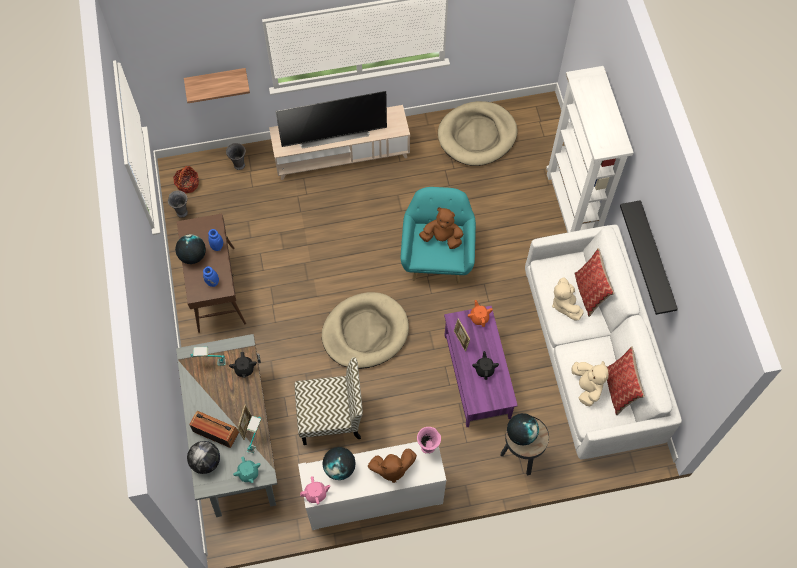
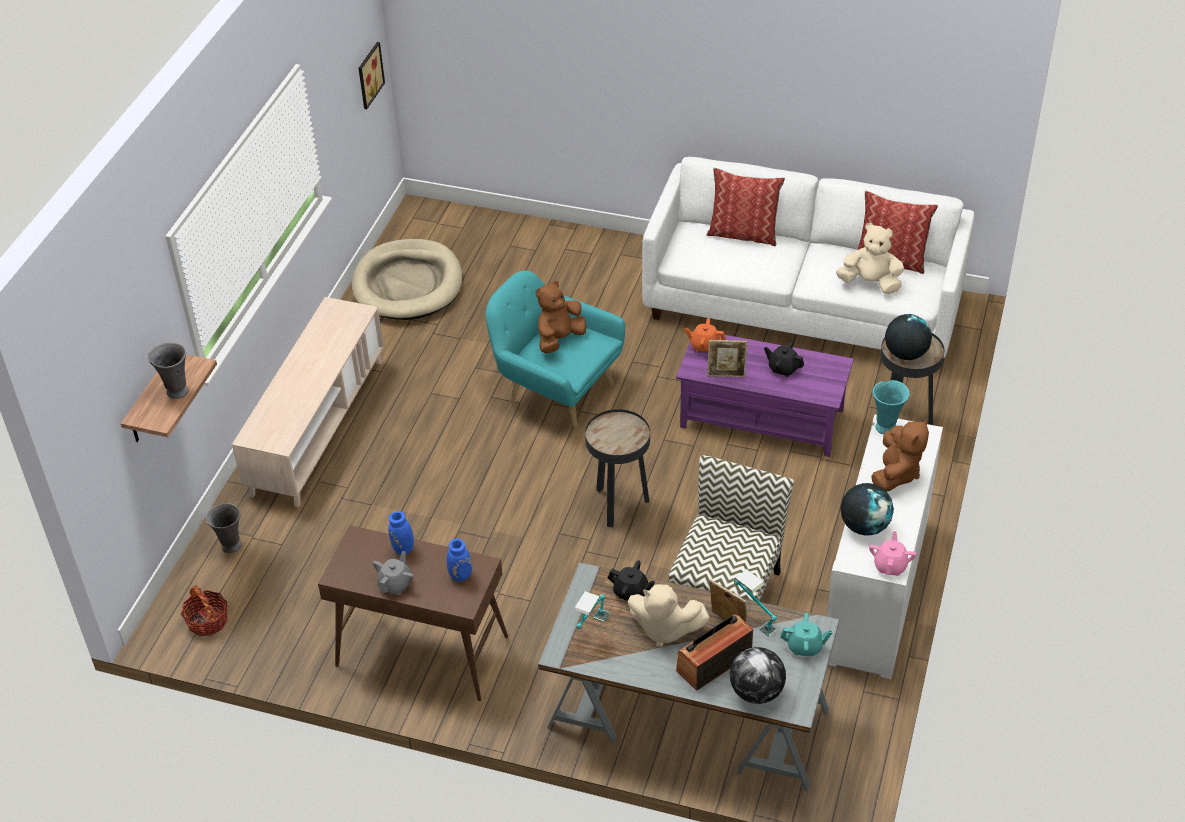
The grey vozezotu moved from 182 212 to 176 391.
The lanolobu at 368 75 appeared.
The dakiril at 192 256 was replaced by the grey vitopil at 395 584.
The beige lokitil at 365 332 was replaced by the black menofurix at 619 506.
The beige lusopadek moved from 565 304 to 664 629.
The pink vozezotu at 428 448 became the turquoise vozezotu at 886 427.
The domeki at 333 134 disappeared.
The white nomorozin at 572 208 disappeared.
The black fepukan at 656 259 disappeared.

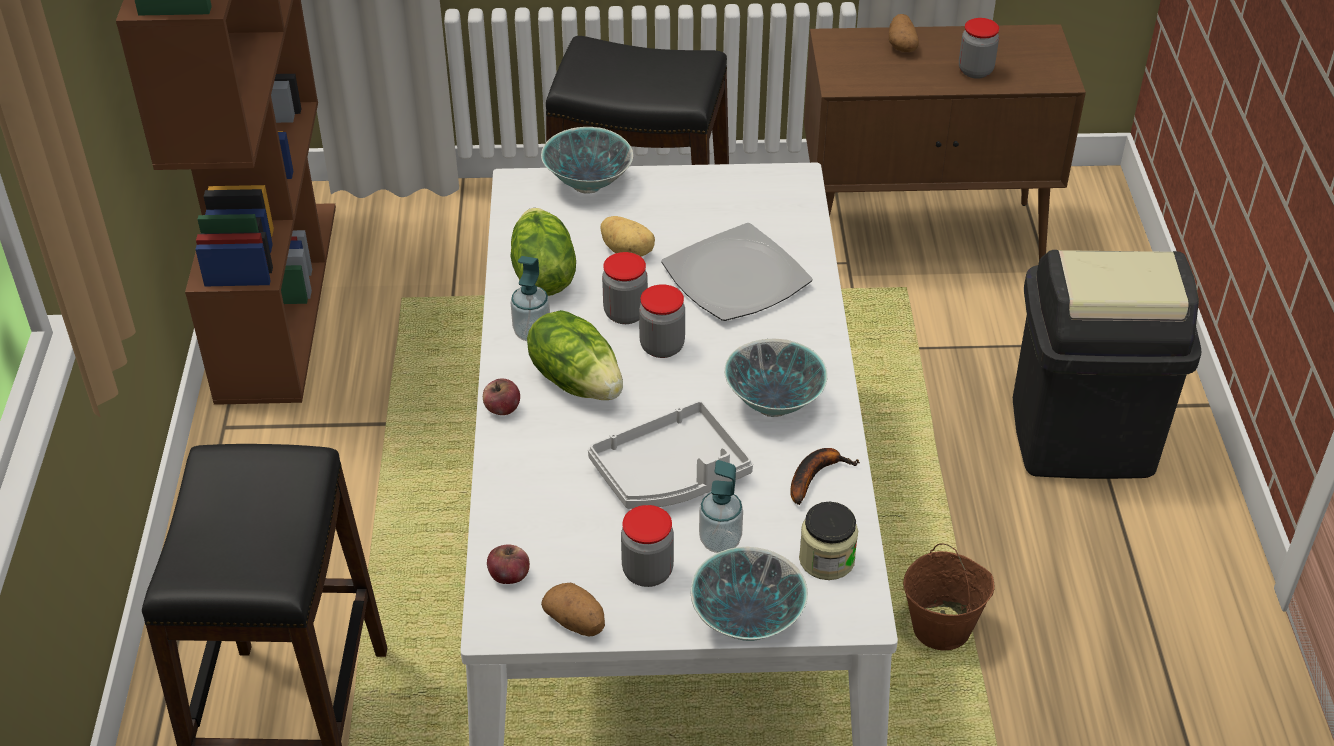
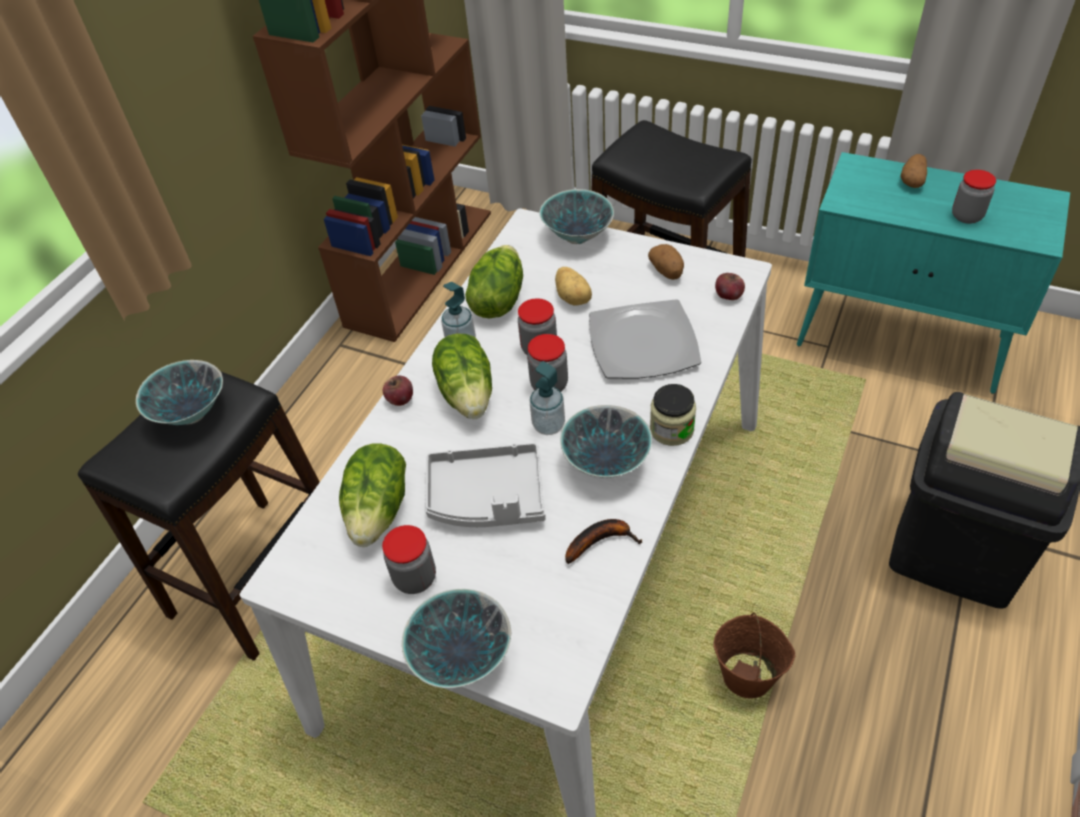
The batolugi at 191 414 appeared.
The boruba at 380 510 appeared.
The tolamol moved from 720 541 to 548 425.
The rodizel moved from 576 622 to 667 271.
The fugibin moved from 826 559 to 671 429.
The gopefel moved from 509 576 to 728 296.
The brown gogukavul at 923 236 became the turquoise gogukavul at 902 341.

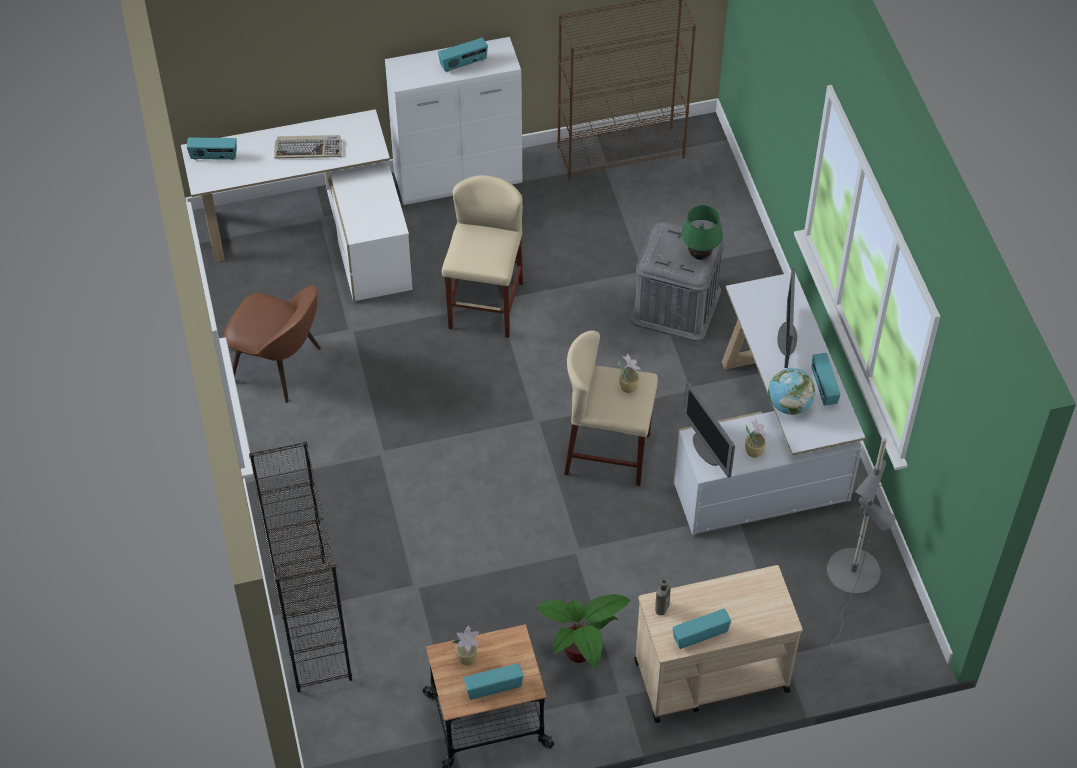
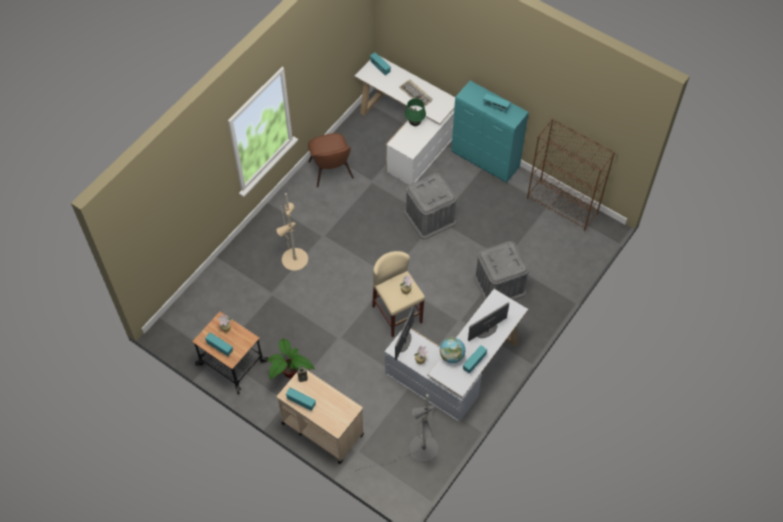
The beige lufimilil at 293 254 appeared.
The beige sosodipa at 485 305 was replaced by the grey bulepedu at 430 217.
The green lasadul moved from 700 255 to 415 123.
The white gogukavul at 459 179 became the turquoise gogukavul at 485 160.
The black nomorozin at 311 624 disappeared.

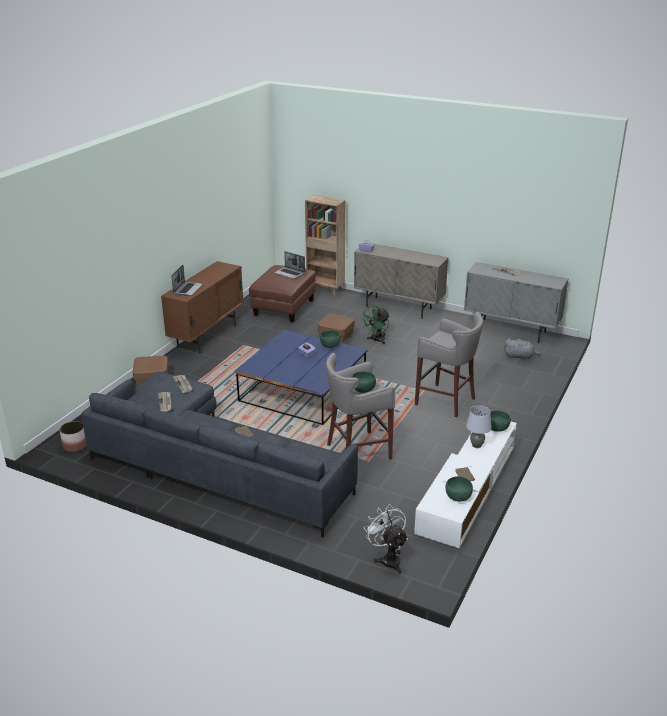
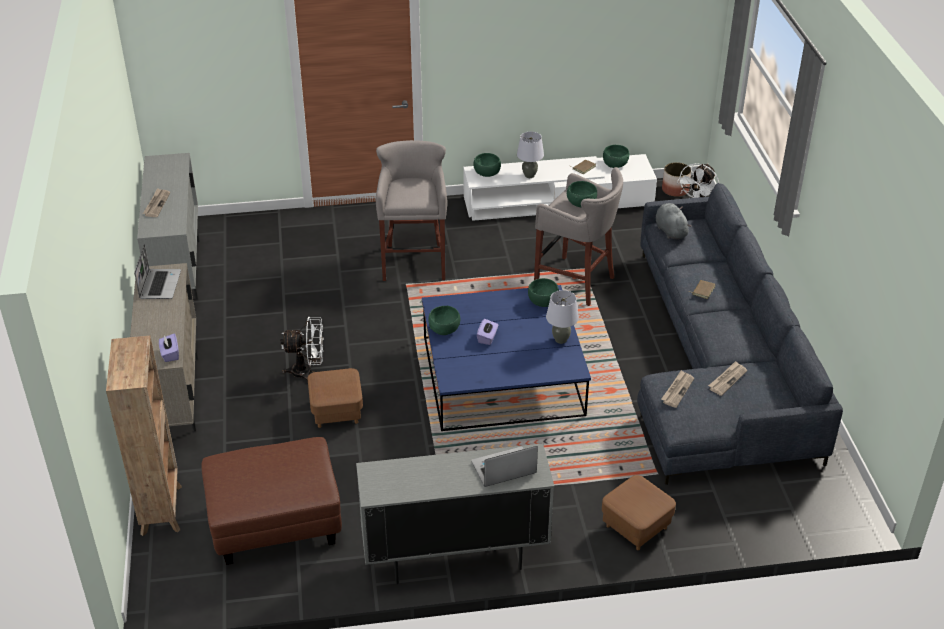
The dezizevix moved from 290 273 to 159 285.
The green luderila at 376 340 became the white luderila at 307 372.
The brown gogukavul at 207 336 became the grey gogukavul at 454 557.
The green batolugi at 543 302 appeared.
The grey lasadul at 561 339 appeared.
The grey lusopadek moved from 519 356 to 670 230.
The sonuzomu moved from 75 446 to 675 190.

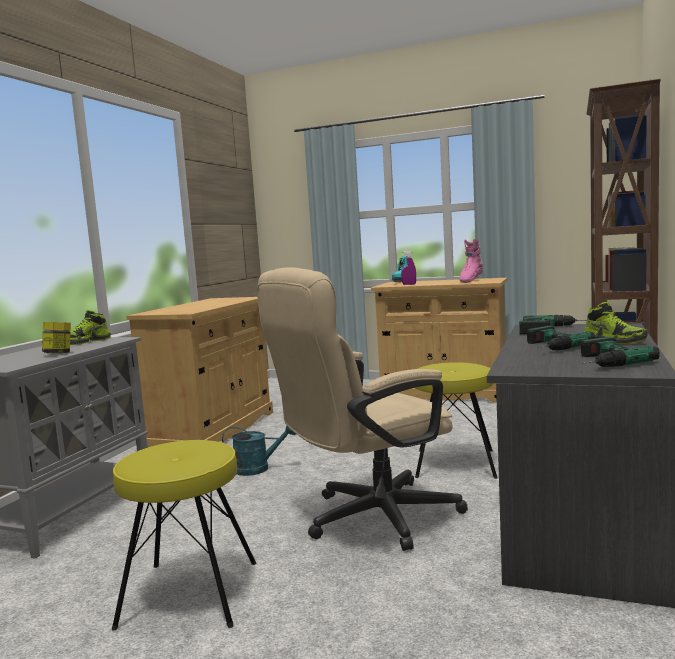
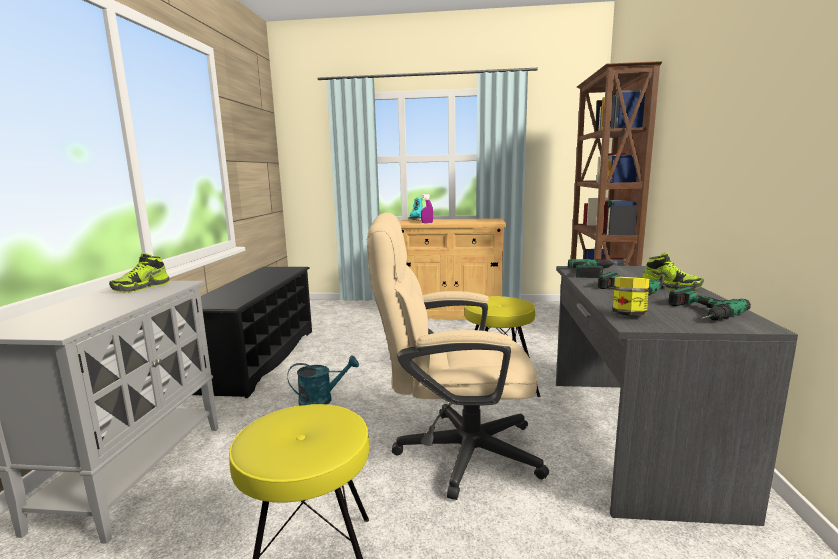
The beige gogukavul at 214 430 was replaced by the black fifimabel at 260 358.
The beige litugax at 368 519 turned 45 degrees clockwise.
The fugibin moved from 58 354 to 629 315.
The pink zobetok at 470 281 disappeared.

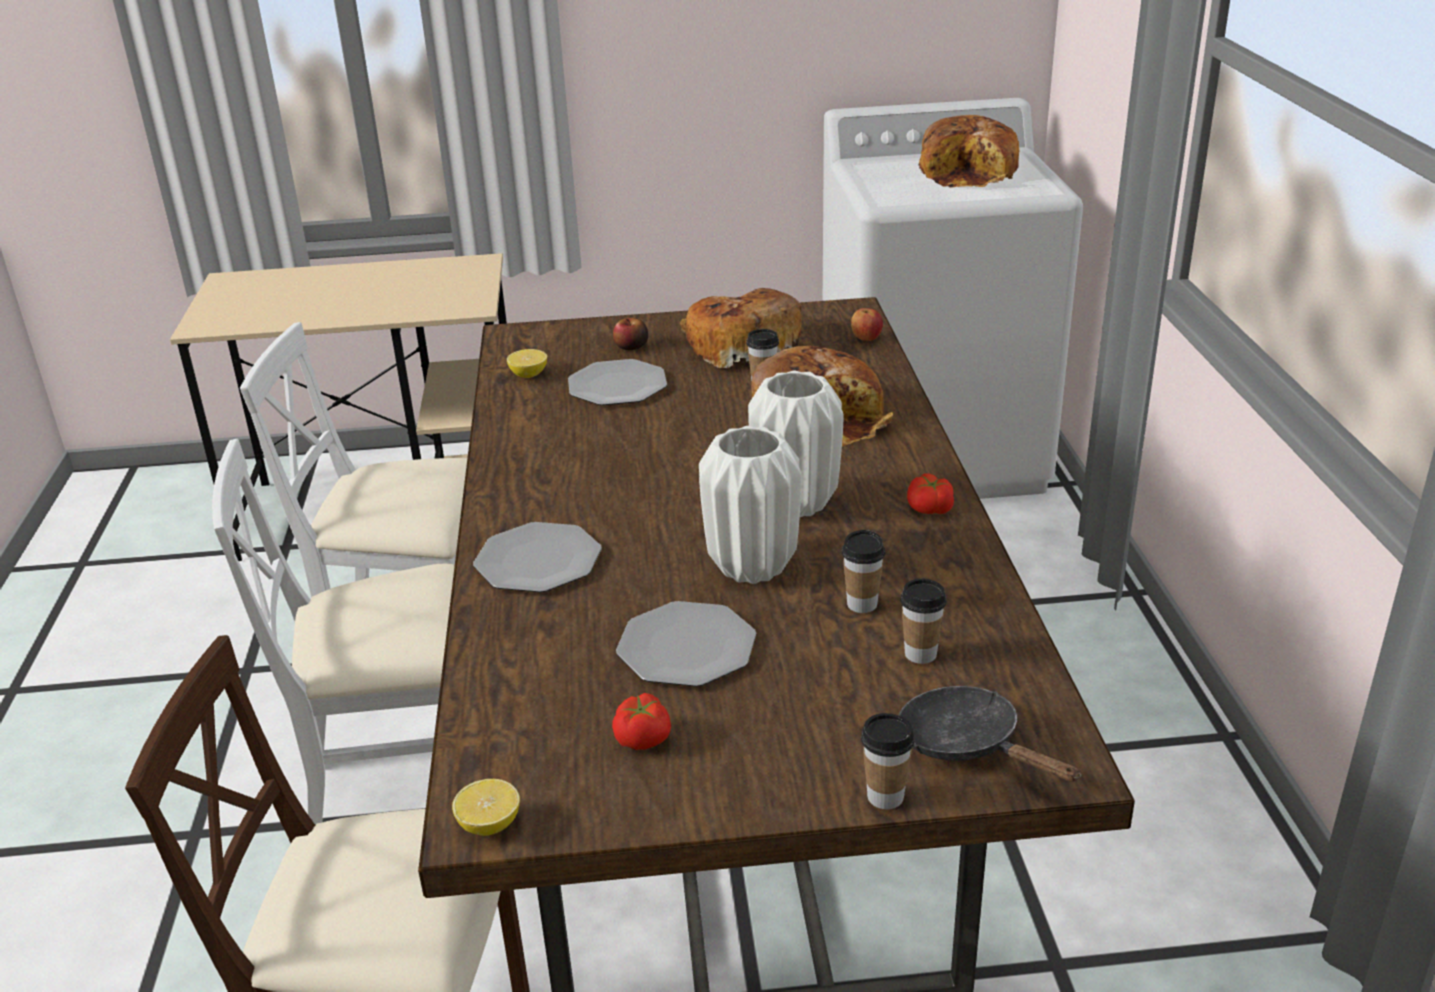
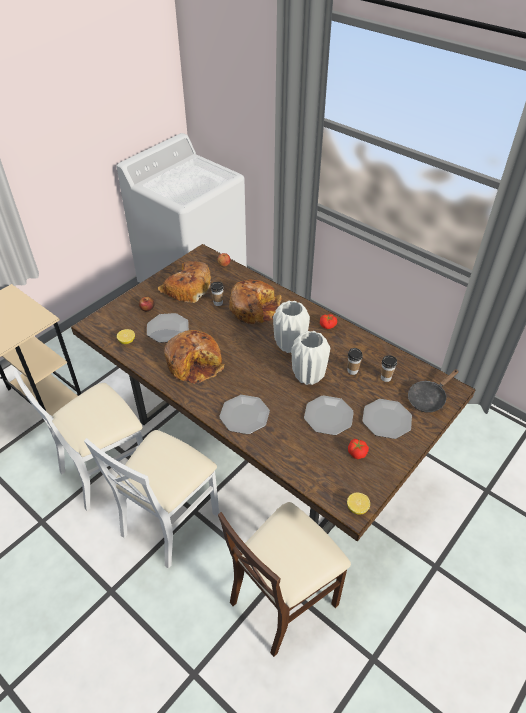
The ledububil moved from 970 173 to 195 363.
The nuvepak at 386 419 appeared.
The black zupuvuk at 968 745 turned 45 degrees counterclockwise.
The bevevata at 885 796 disappeared.

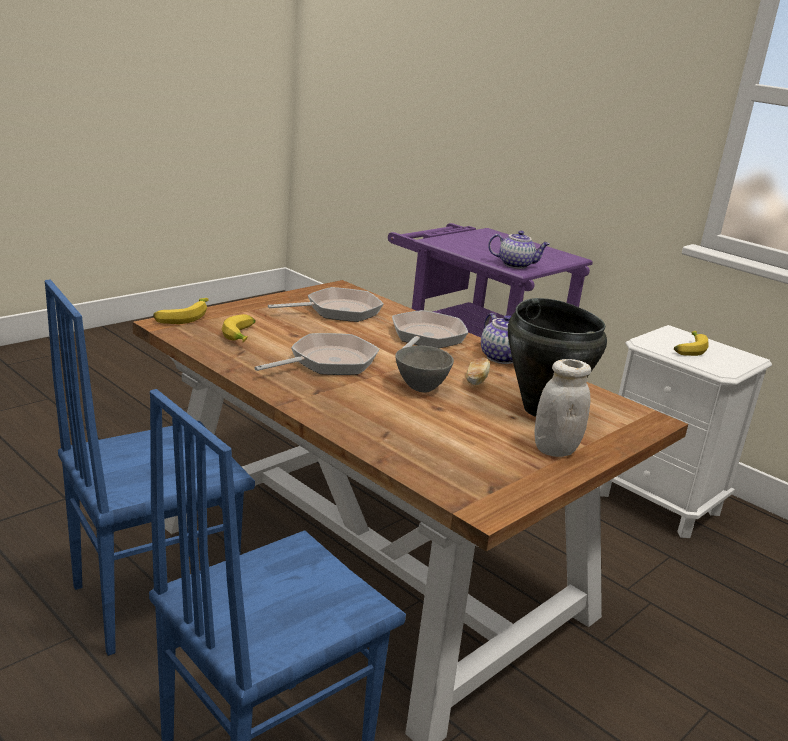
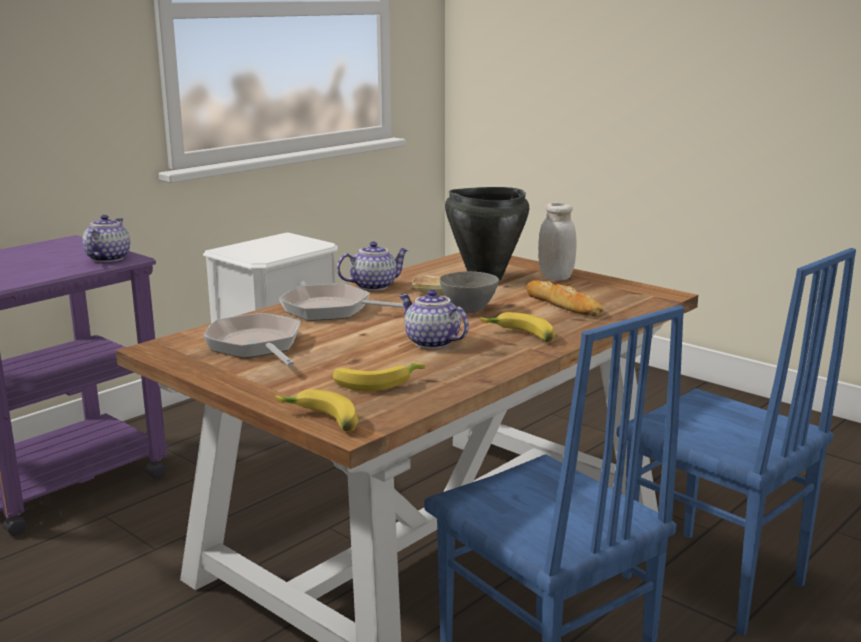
The zupuvuk at 328 362 was replaced by the vitopil at 431 343.
The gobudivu moved from 688 349 to 519 336.
The ledububil at 563 304 appeared.

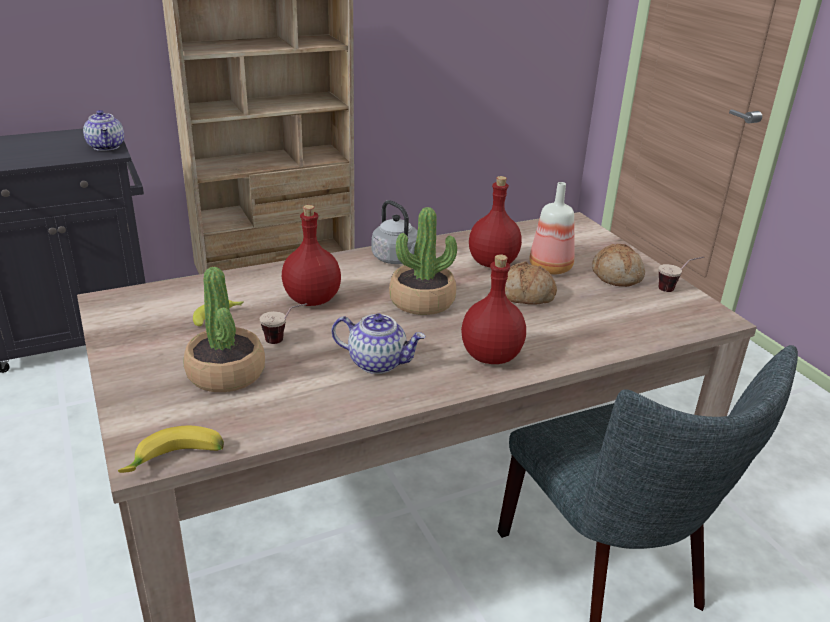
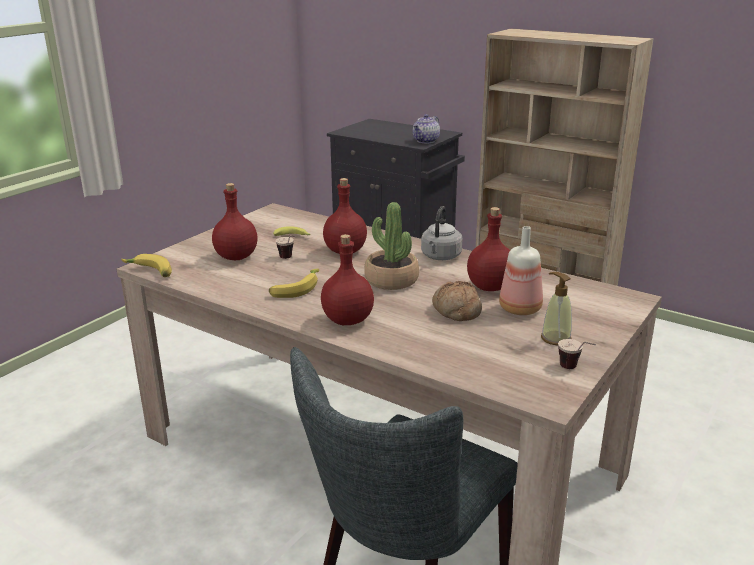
The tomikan at 226 373 was replaced by the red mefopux at 237 257.
The vitopil at 378 362 was replaced by the gobudivu at 295 289.
The ledububil at 617 275 was replaced by the tolamol at 555 338.

